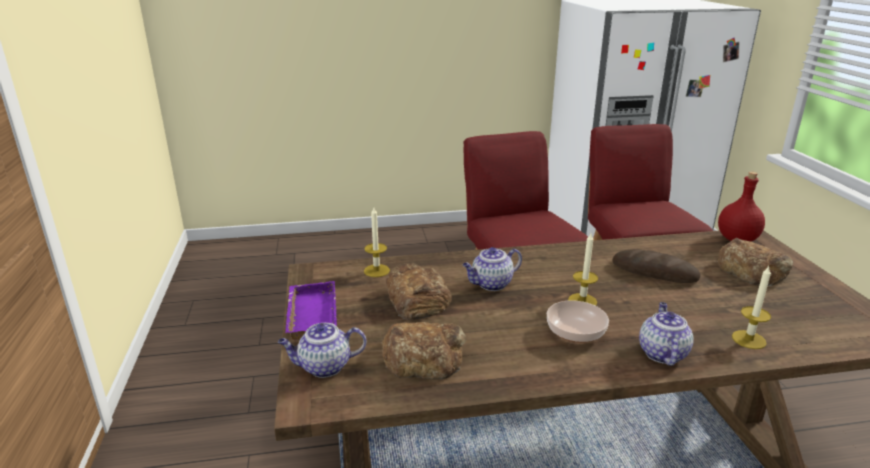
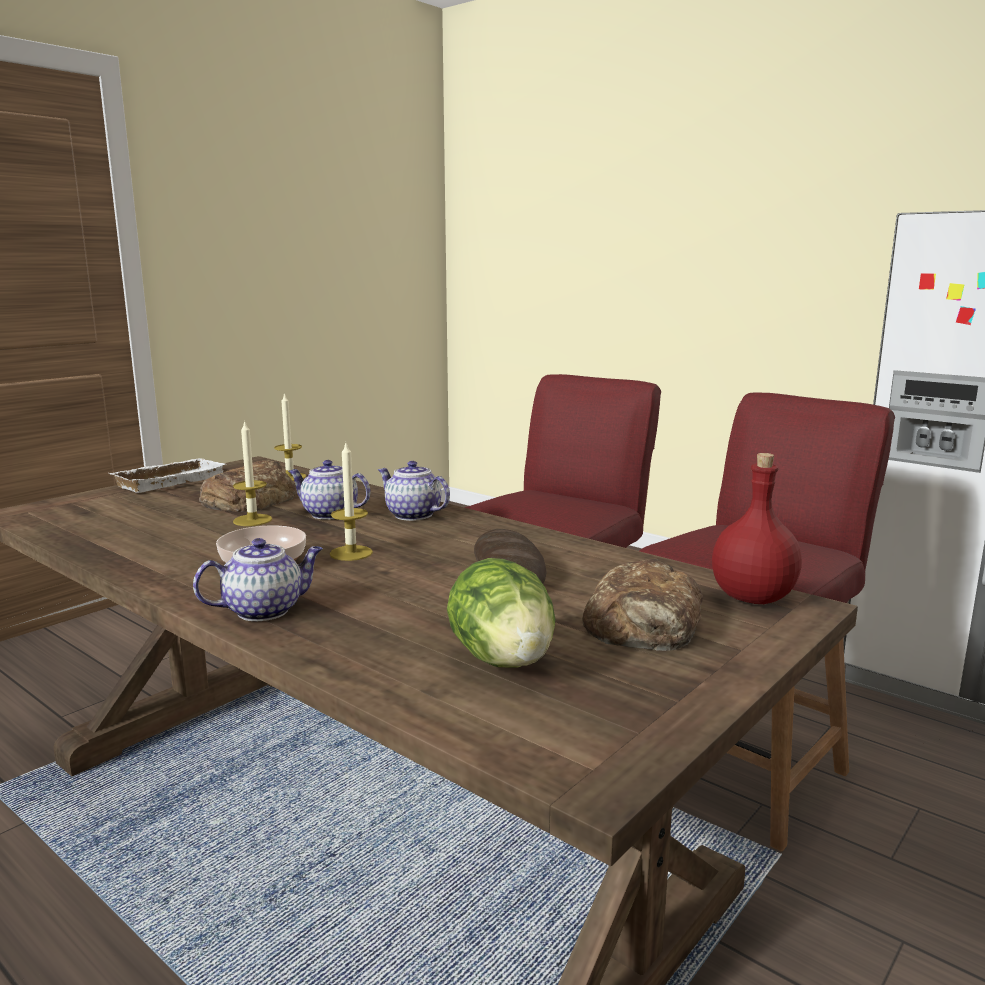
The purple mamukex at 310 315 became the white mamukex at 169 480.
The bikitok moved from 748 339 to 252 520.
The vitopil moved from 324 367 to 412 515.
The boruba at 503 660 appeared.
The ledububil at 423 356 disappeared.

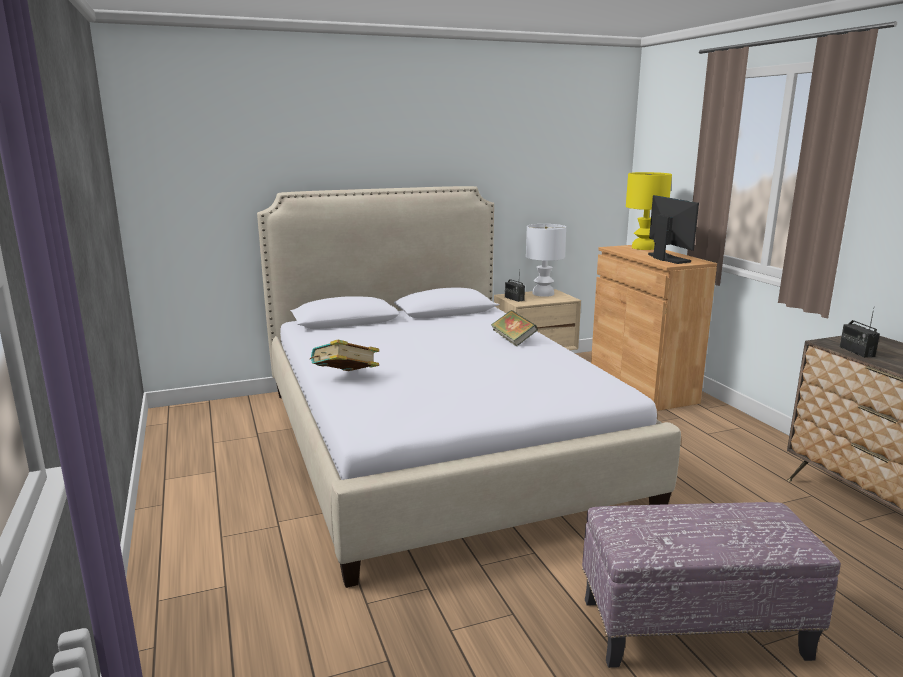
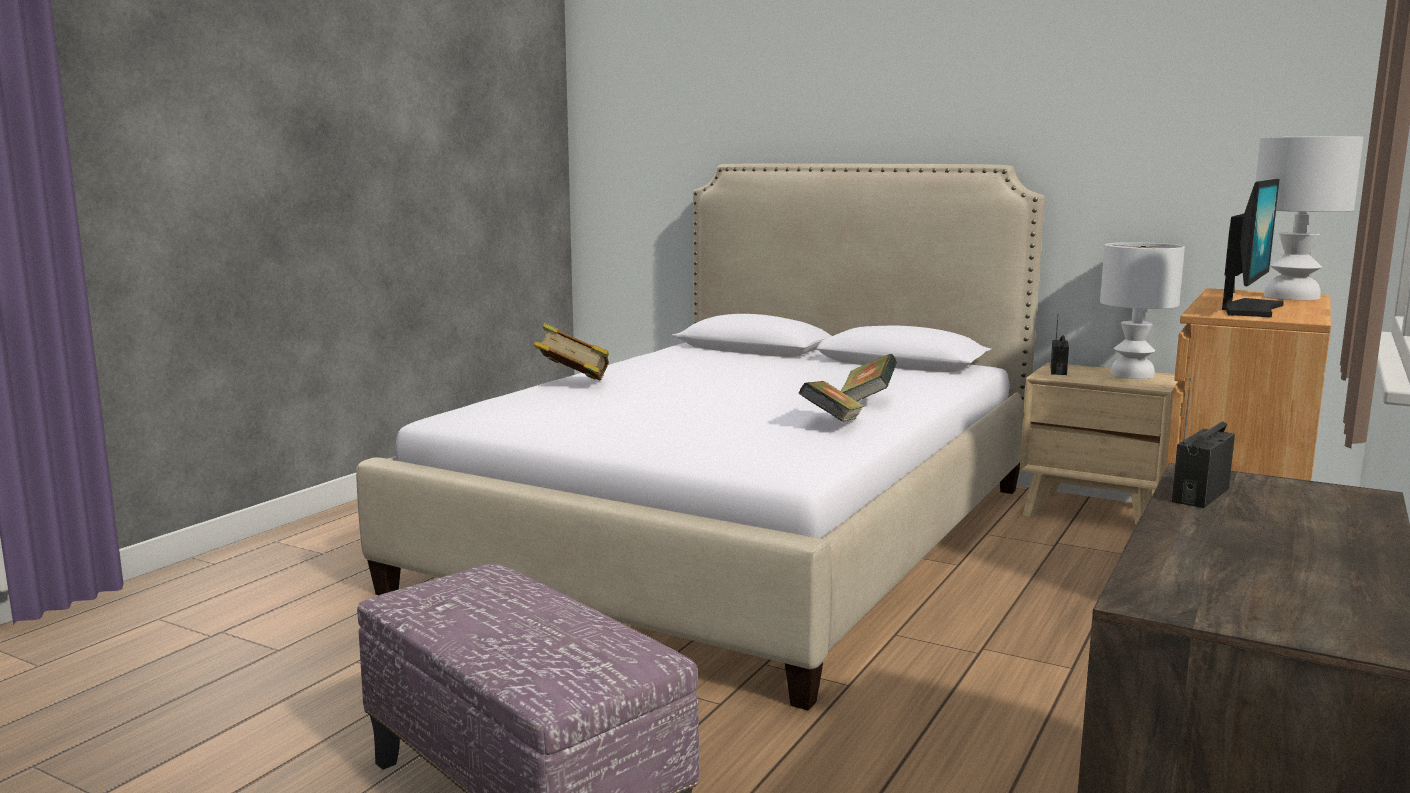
The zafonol at 831 424 appeared.
The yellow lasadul at 643 247 became the white lasadul at 1291 297.

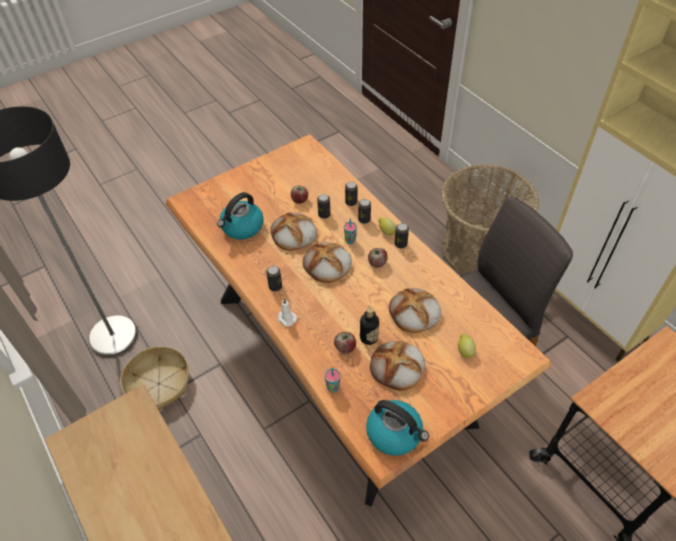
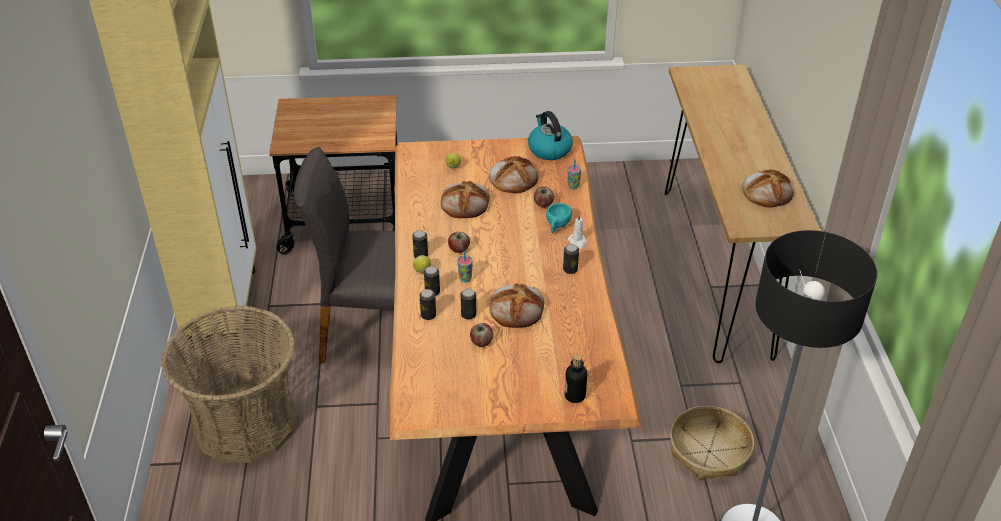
The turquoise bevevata at 557 226 appeared.
The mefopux moved from 369 337 to 575 396.
The ledububil moved from 327 265 to 767 192.
The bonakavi at 242 227 disappeared.

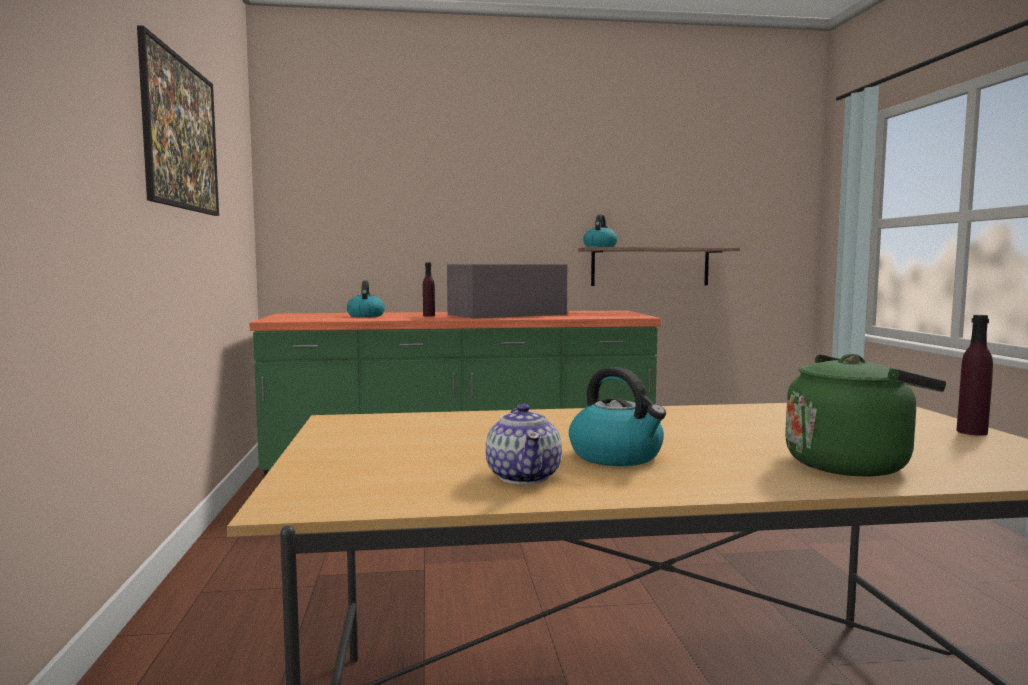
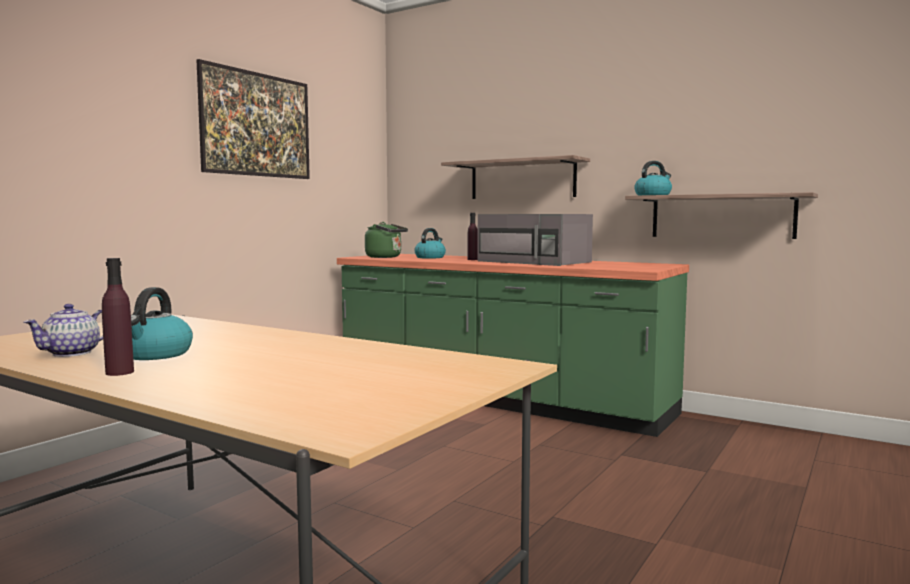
The purple mefopux moved from 972 432 to 119 372.
The green bonakavi moved from 852 464 to 386 257.
The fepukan at 522 179 appeared.
The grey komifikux at 505 315 turned 150 degrees counterclockwise.

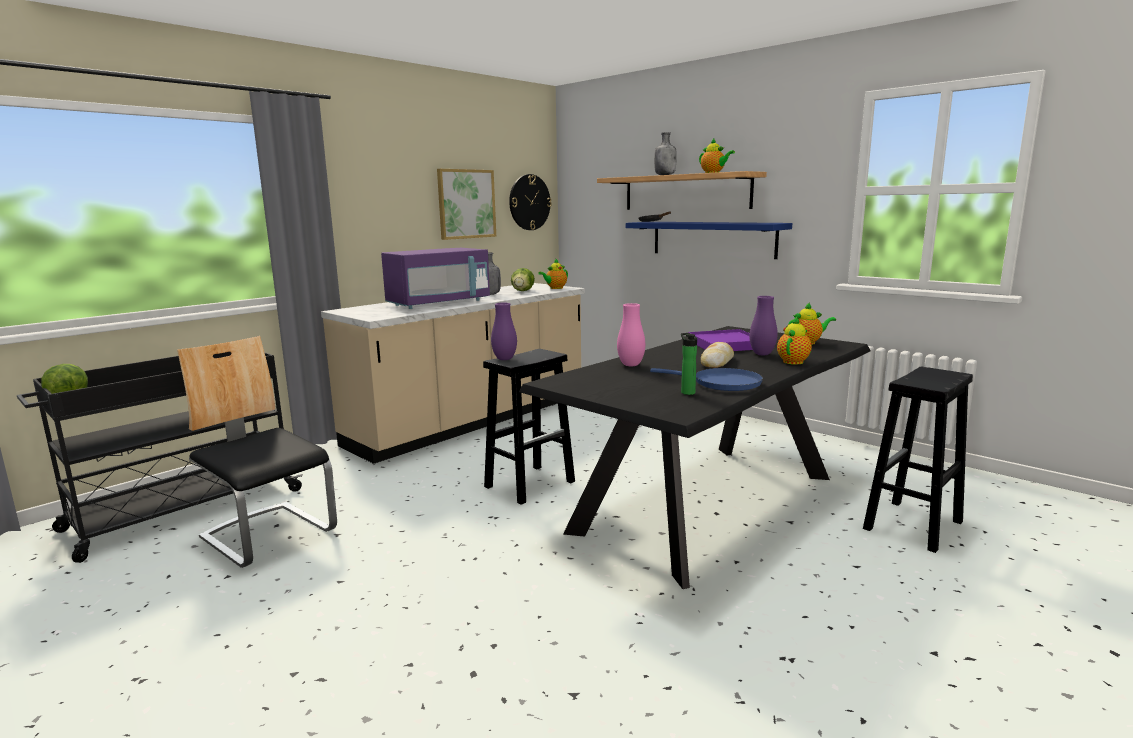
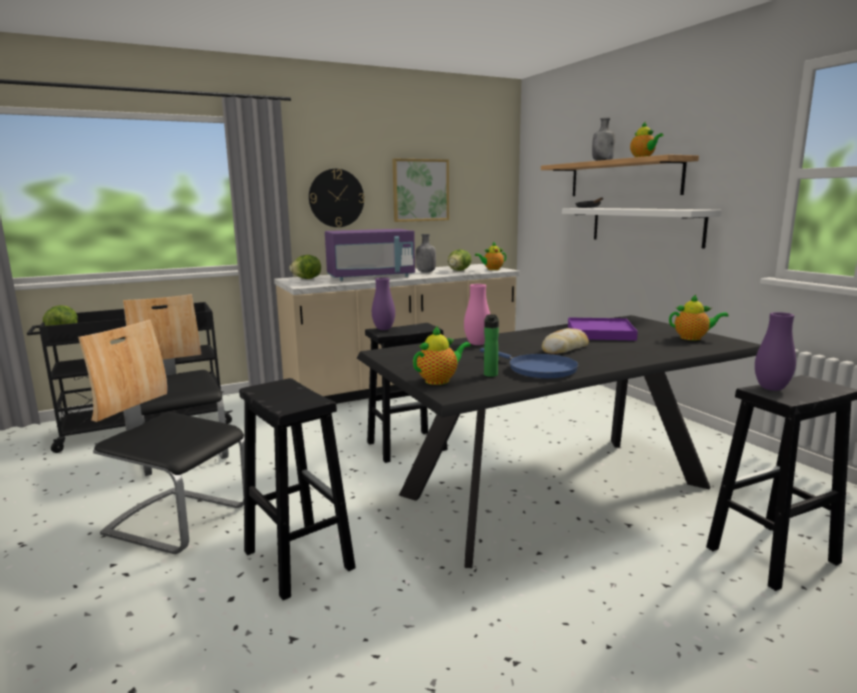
The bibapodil at 178 519 appeared.
The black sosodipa at 297 559 appeared.
The boruba at 307 279 appeared.
The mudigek moved from 529 202 to 336 198.
The vitopil moved from 794 361 to 439 380.
The blue fepukan at 712 239 became the white fepukan at 645 226.
The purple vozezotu moved from 762 354 to 771 388.

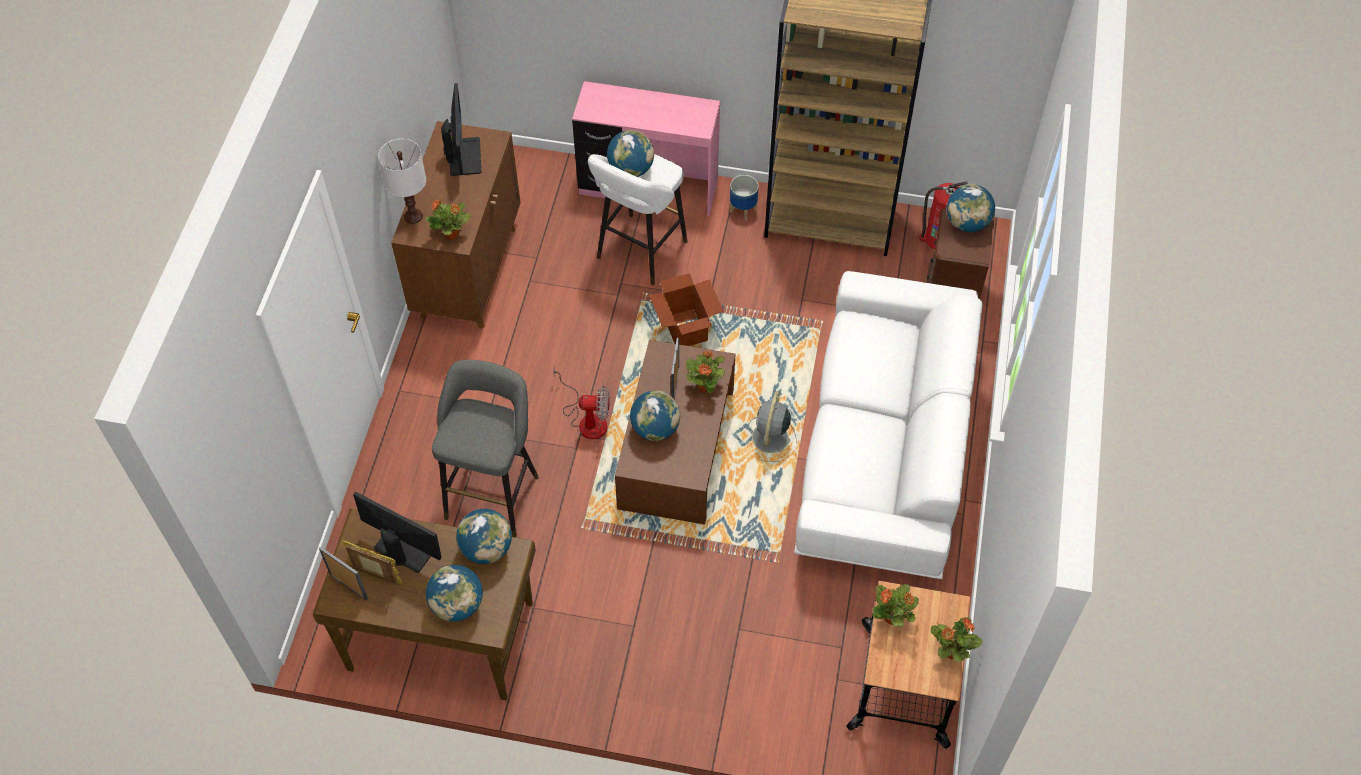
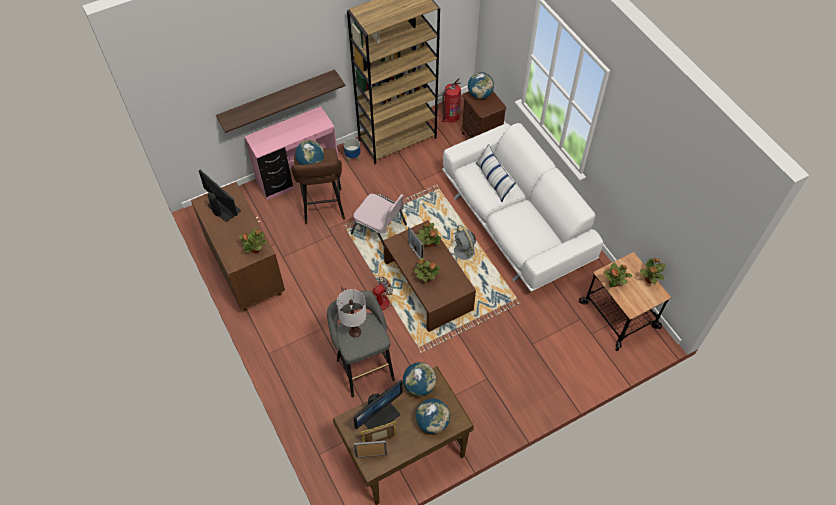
The fepukan at 278 99 appeared.
The white sosodipa at 639 253 became the brown sosodipa at 323 209.
The white lasadul moved from 413 216 to 354 332.
The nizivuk at 685 329 was replaced by the pink bibapodil at 379 229.
The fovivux at 404 548 turned 150 degrees clockwise.
The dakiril at 655 428 was replaced by the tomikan at 426 278.
The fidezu at 493 180 appeared.

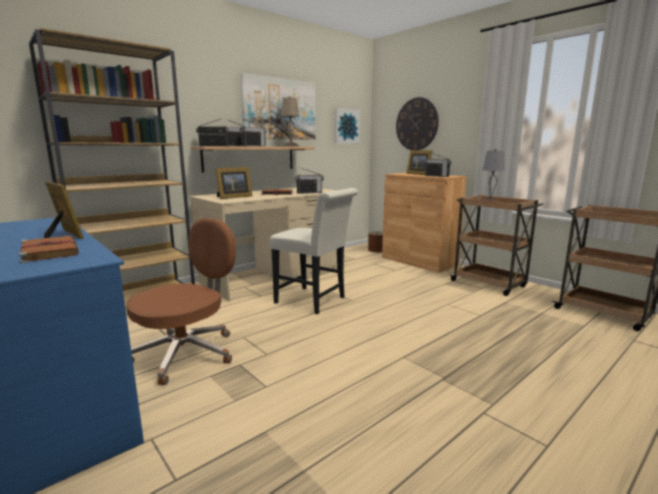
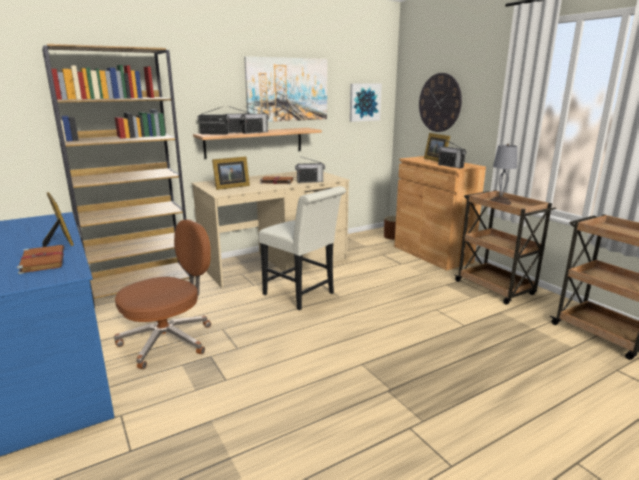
The beige lasadul at 290 146 disappeared.

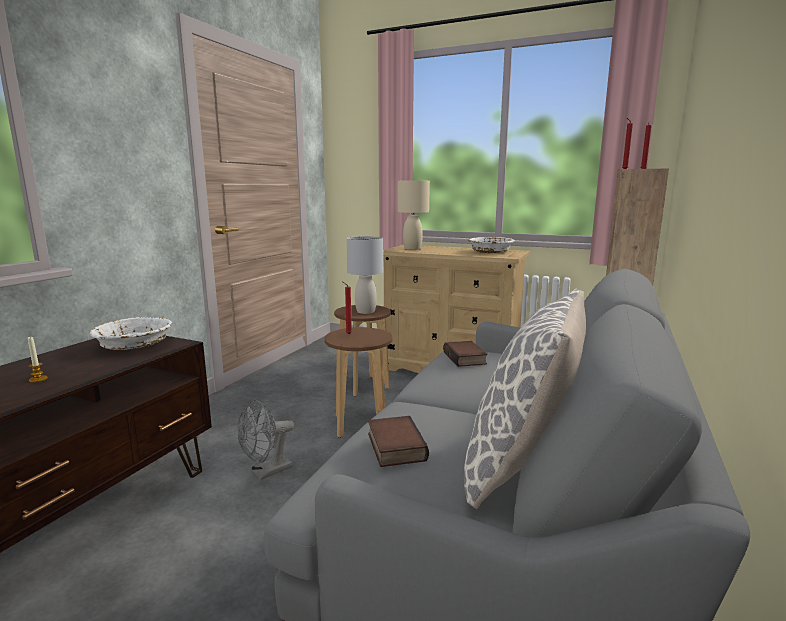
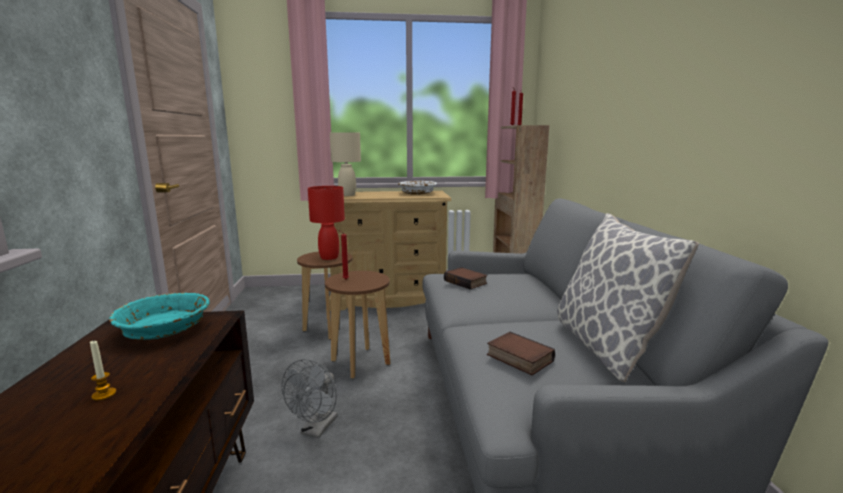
The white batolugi at 135 345 became the turquoise batolugi at 165 329.
The grey lasadul at 366 311 became the red lasadul at 329 257.

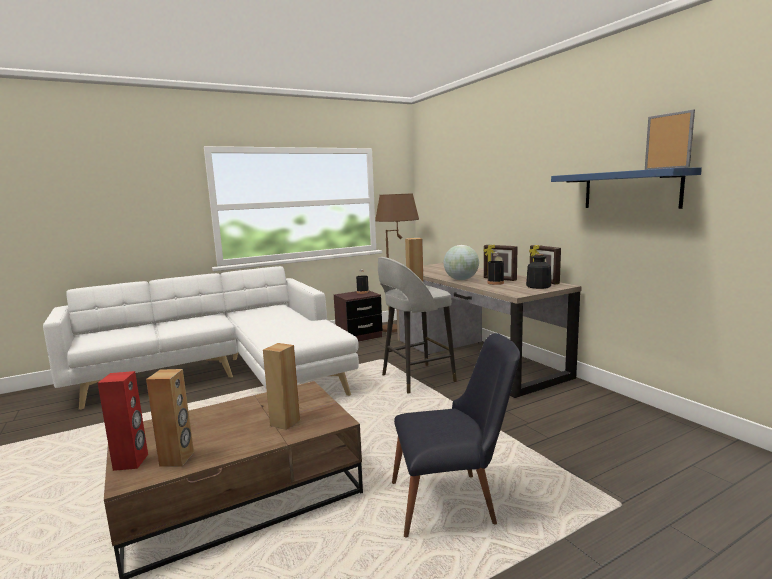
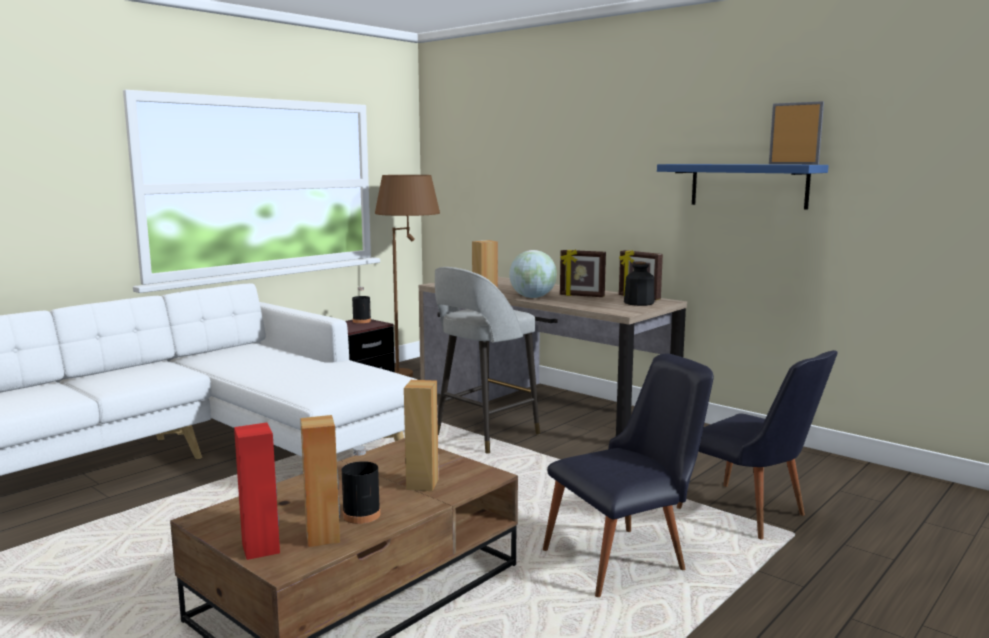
The black mefopux moved from 495 283 to 361 515.
The black bibapodil at 751 516 appeared.

